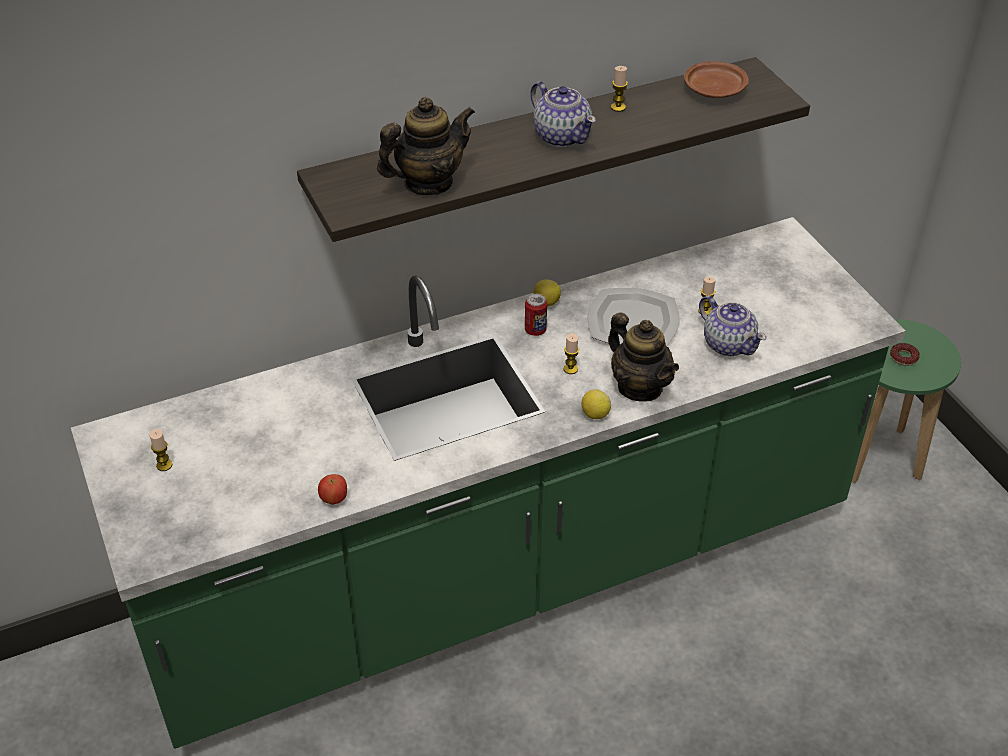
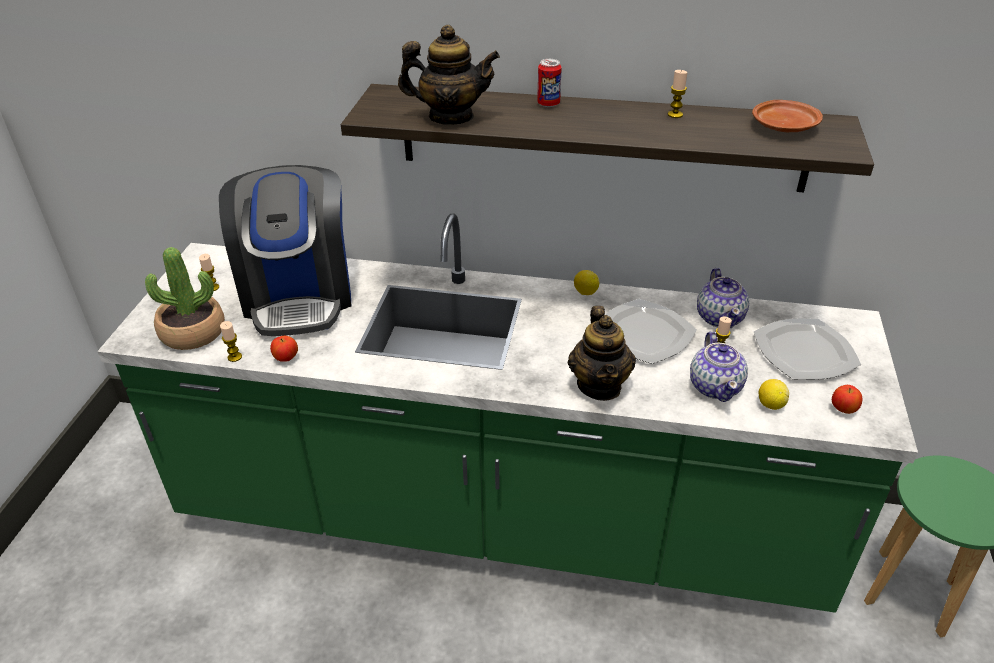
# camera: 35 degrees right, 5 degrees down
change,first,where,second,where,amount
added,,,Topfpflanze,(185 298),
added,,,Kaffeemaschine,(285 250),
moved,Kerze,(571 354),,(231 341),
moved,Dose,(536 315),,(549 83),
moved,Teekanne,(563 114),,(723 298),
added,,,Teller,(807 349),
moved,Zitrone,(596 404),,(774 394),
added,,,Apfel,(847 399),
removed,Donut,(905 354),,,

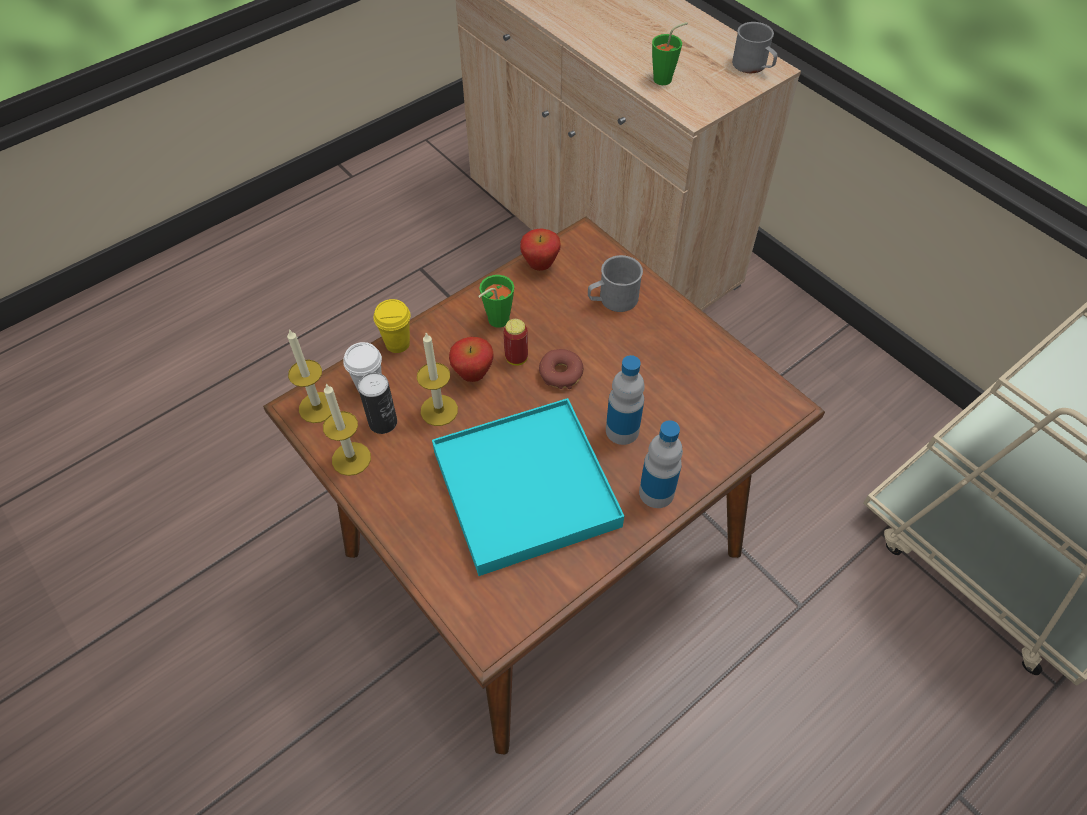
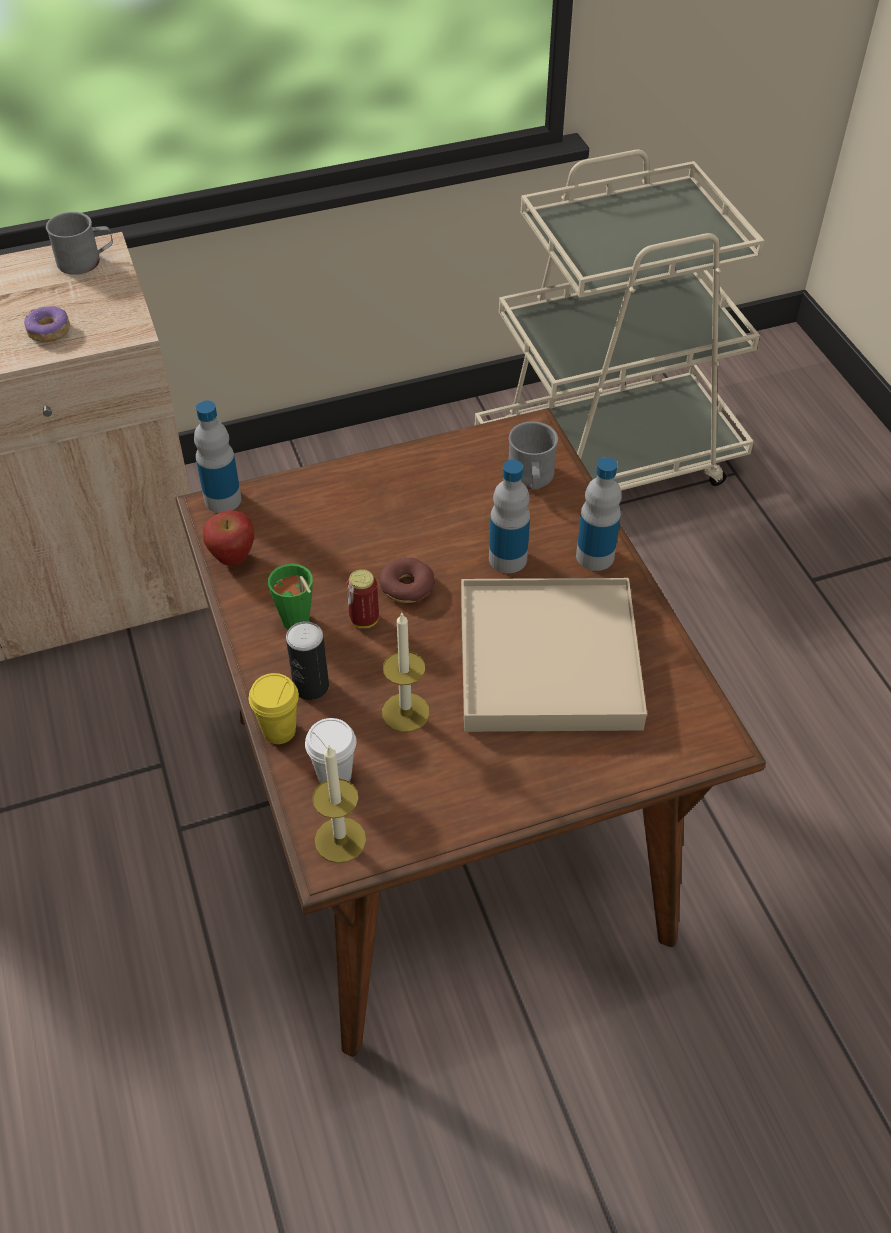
# camera: 70 degrees left, 5 degrees down
change,first,where,second,where,amount
replaced,Tasse (grün),(670 53),Donut,(47 324),
added,,,Flasche,(217 456),
moved,Dose,(377 403),,(307 660),
recoloured,Tablett (türkis),(528 487),Tablett (beige),(554 655),
moved,Henkelbecher (grau),(615 283),,(533 456),
removed,Kerze,(347 429),,,
removed,Apfel,(471 359),,,

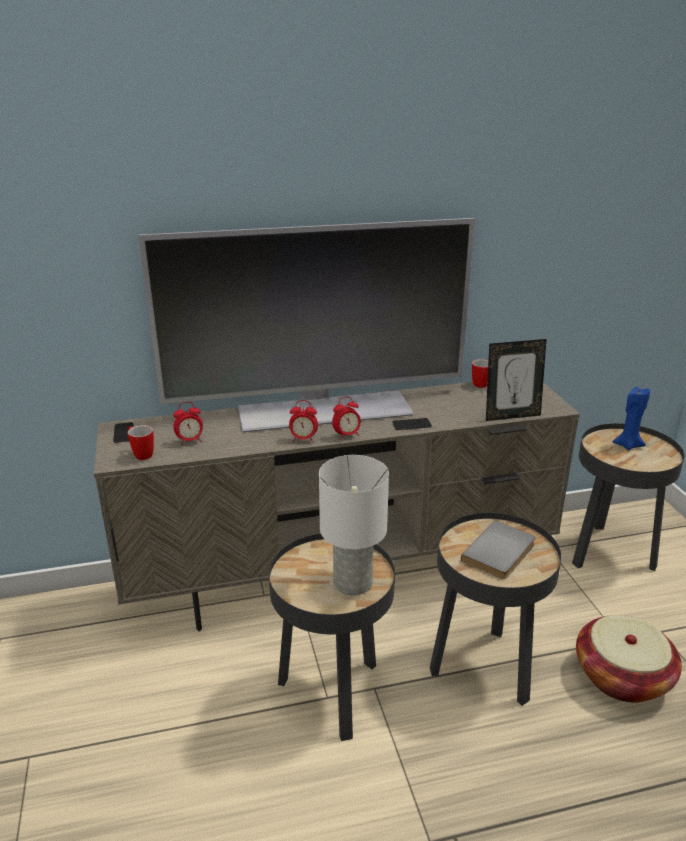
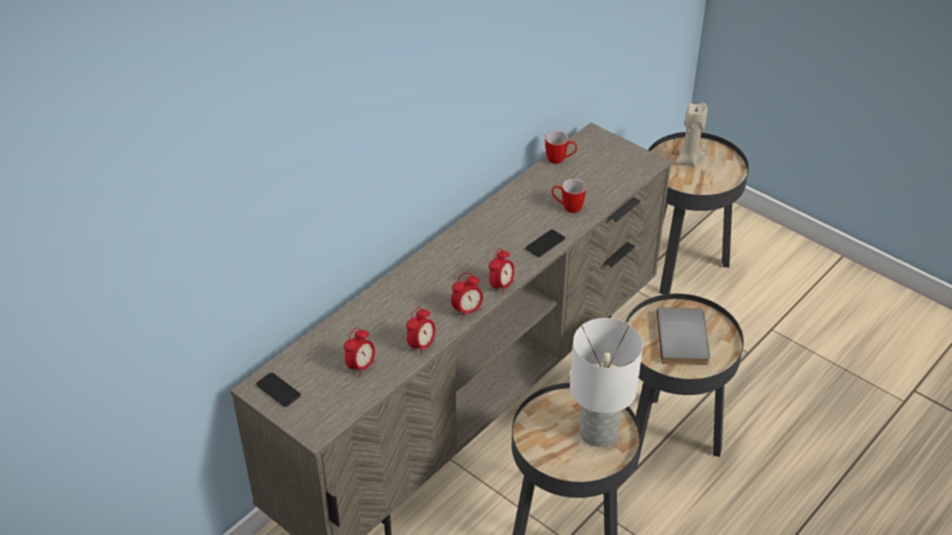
# camera: 35 degrees left, 15 degrees up
change,first,where,second,where,amount
added,,,Wecker,(420 331),
moved,Henkelbecher,(141 442),,(569 196),
recoloured,Kerze (blau),(631 418),Kerze (beige),(691 135),
removed,Fernseher,(306 325),,,
removed,Bilderrahmen,(516 380),,,
removed,Korb,(629 659),,,

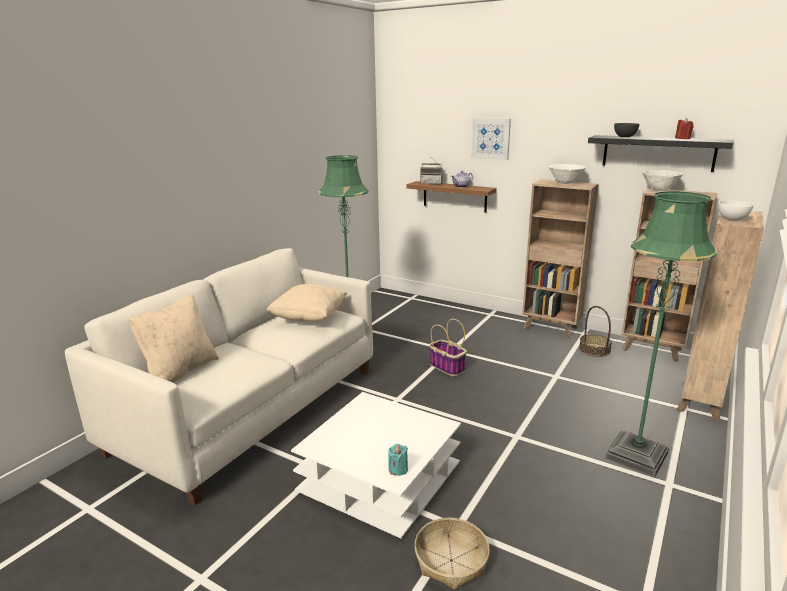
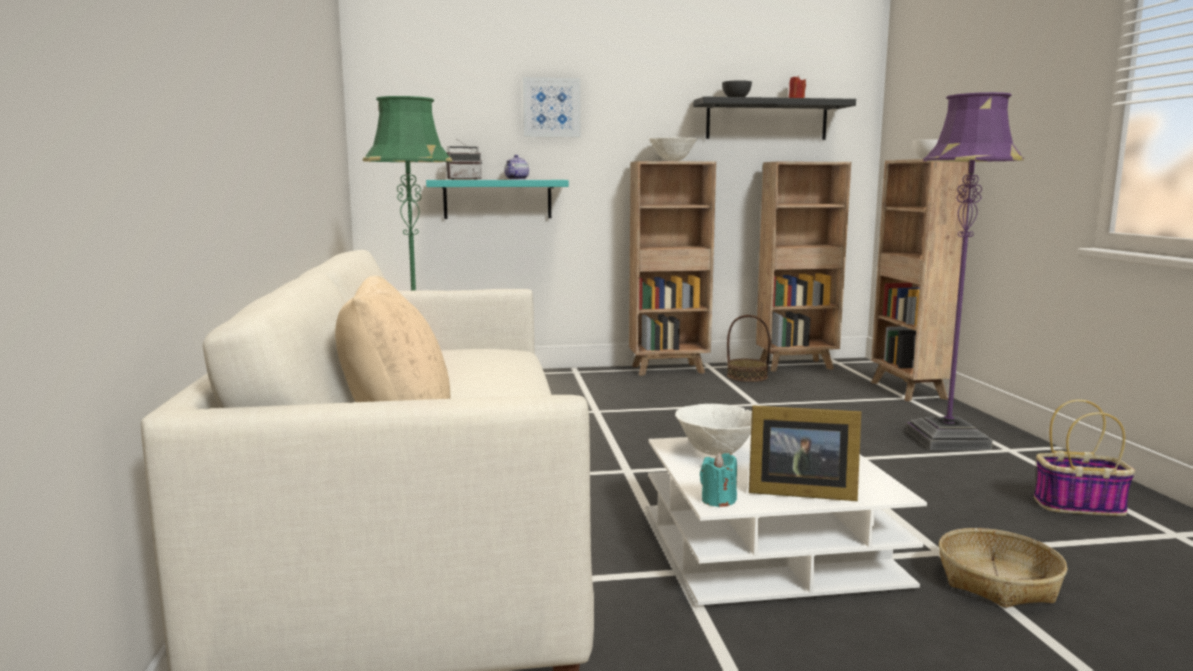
# camera: 40 degrees left, 10 degrees down
change,first,where,second,where,amount
recoloured,Wandregal (braun),(452 196),Wandregal (türkis),(497 199),
moved,Schüssel (weiß),(662 180),,(713 429),
moved,Kerze (türkis),(398 460),,(718 479),
added,,,Bilderrahmen,(805 453),
recoloured,Stehlampe (grün),(661 334),Stehlampe (lila),(965 271),
moved,Korb,(448 347),,(1084 458),
removed,Kissen (beige),(306 303),,,

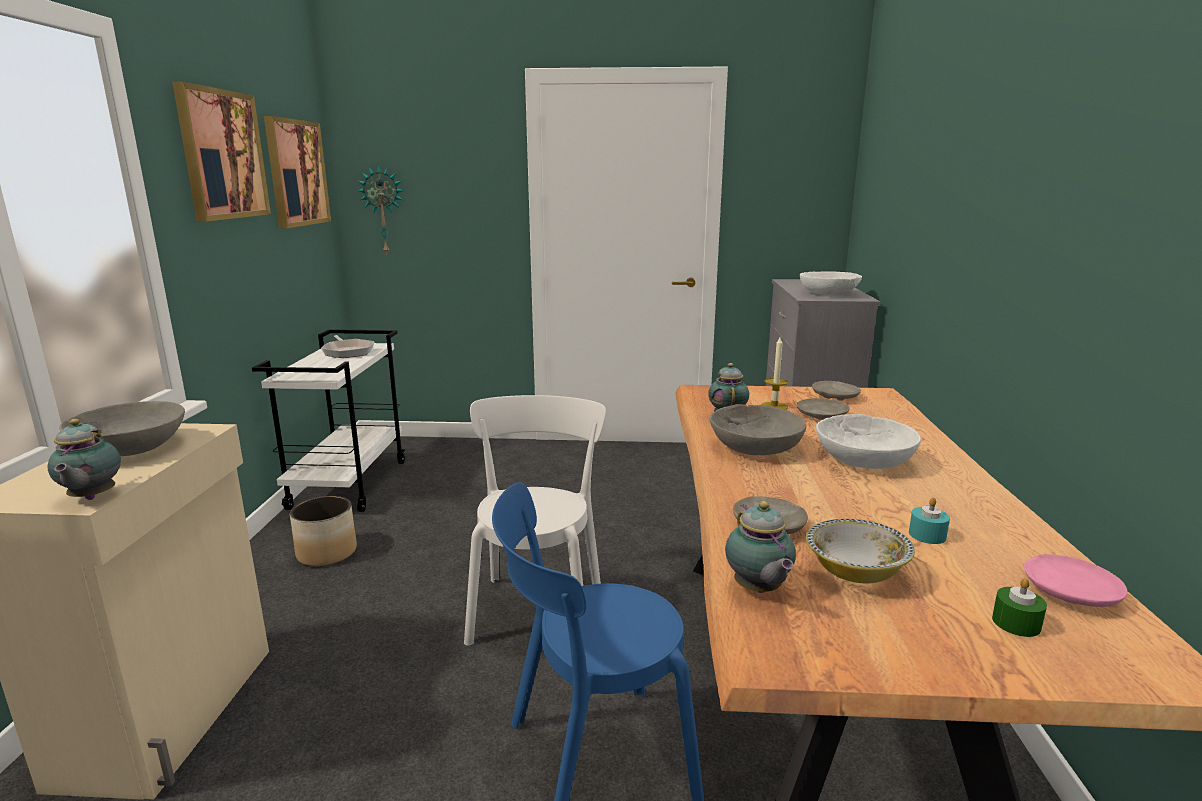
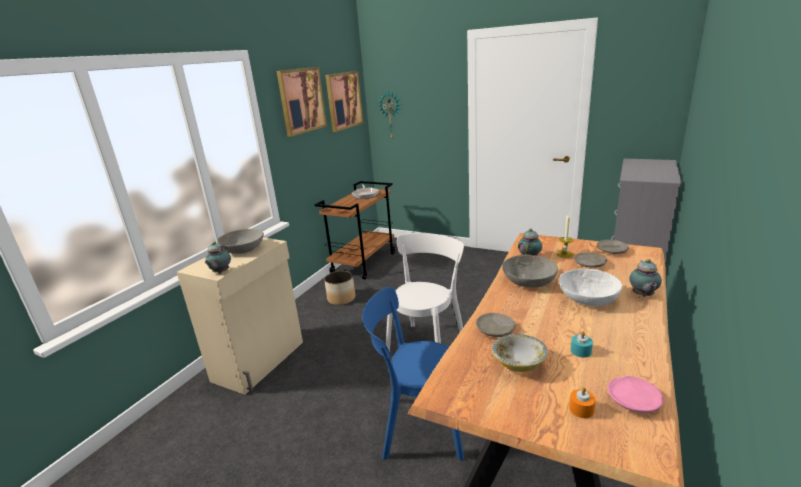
# camera: 25 degrees right, 5 degrees up
change,first,where,second,where,amount
recoloured,Rollwagen (weiß),(328 420),Rollwagen (braun),(354 230),
recoloured,Kerze (grün),(1019 607),Kerze (orange),(582 402),
moved,Teekanne,(760 547),,(645 278),
removed,Schüssel (weiß),(831 283),,,

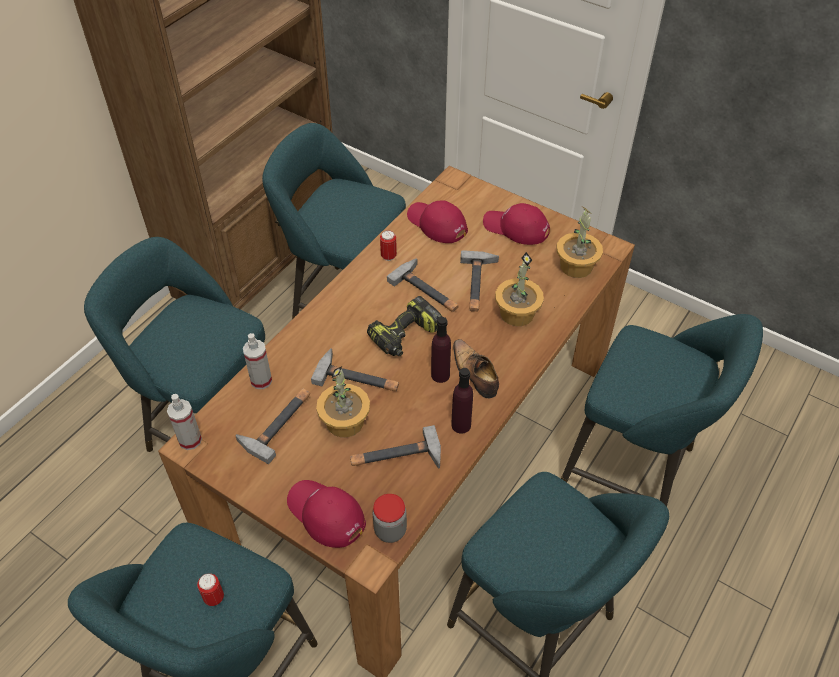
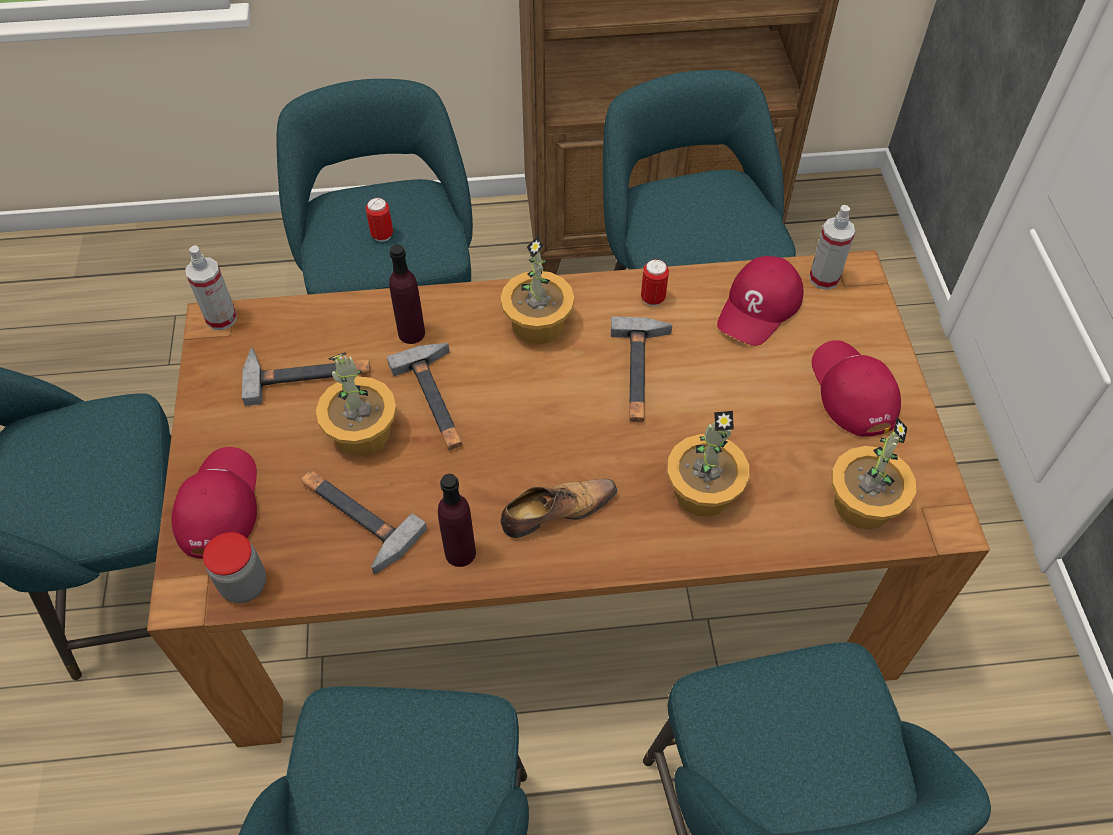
# camera: 50 degrees right, 5 degrees up
change,first,where,second,where,amount
moved,Dose,(210 589),,(379 220),
moved,Flasche (lila),(441 350),,(407 294),
added,,,Topfpflanze,(537 290),
turned,Schuh,(476 368),,(559 508),45 degrees clockwise
turned,Kappe (rot),(437 221),,(760 301),150 degrees counterclockwise
moved,Sprühflasche,(257 361),,(832 247),
removed,Bohrmaschine,(404 326),,,
removed,Hammer,(479 281),,,

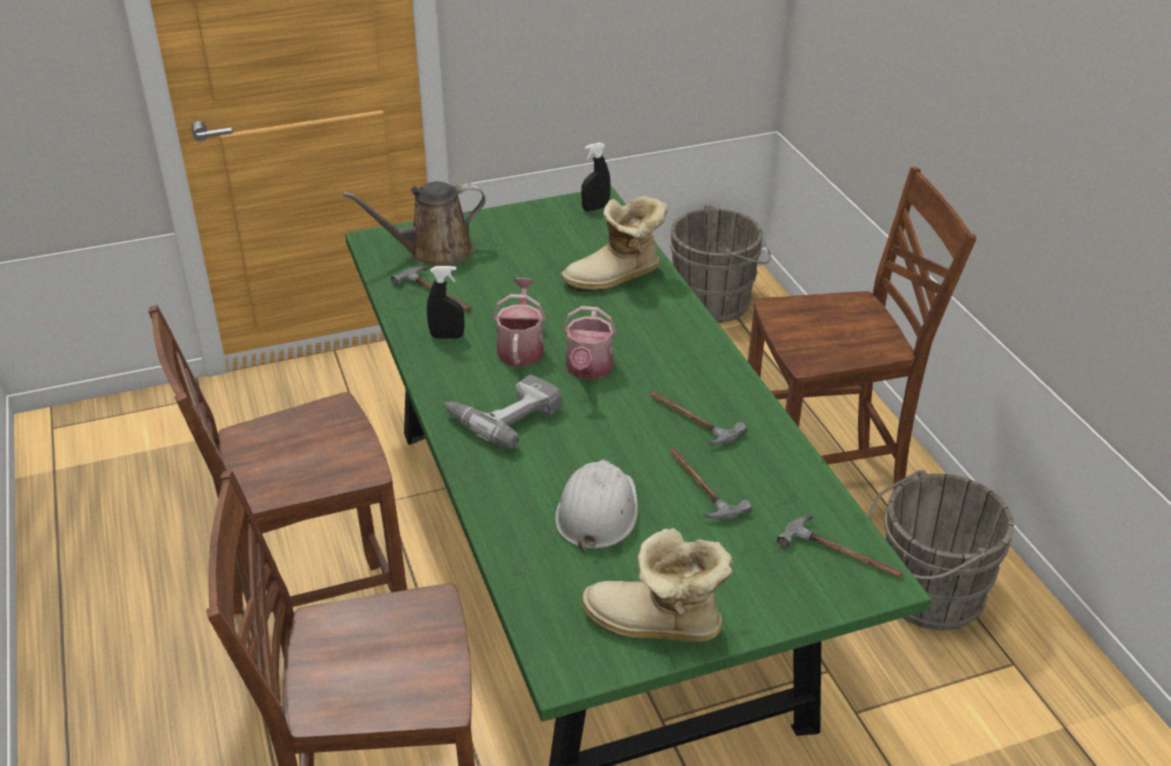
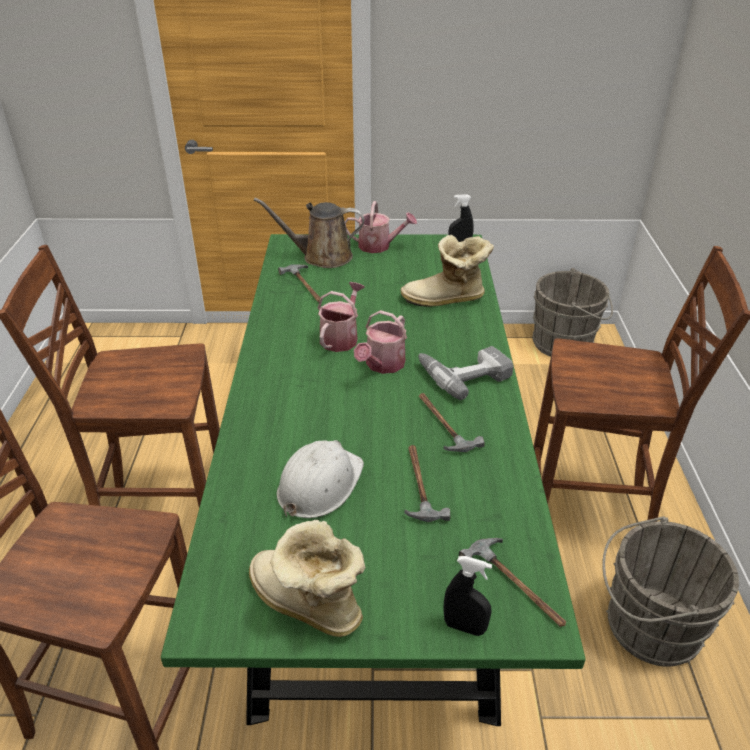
# camera: 20 degrees right, 0 degrees up
change,first,where,second,where,amount
added,,,Gießkanne,(381 227),
moved,Bohrmaschine,(503 412),,(465 373),
moved,Sprühflasche (schwarz),(446 302),,(468 596),

